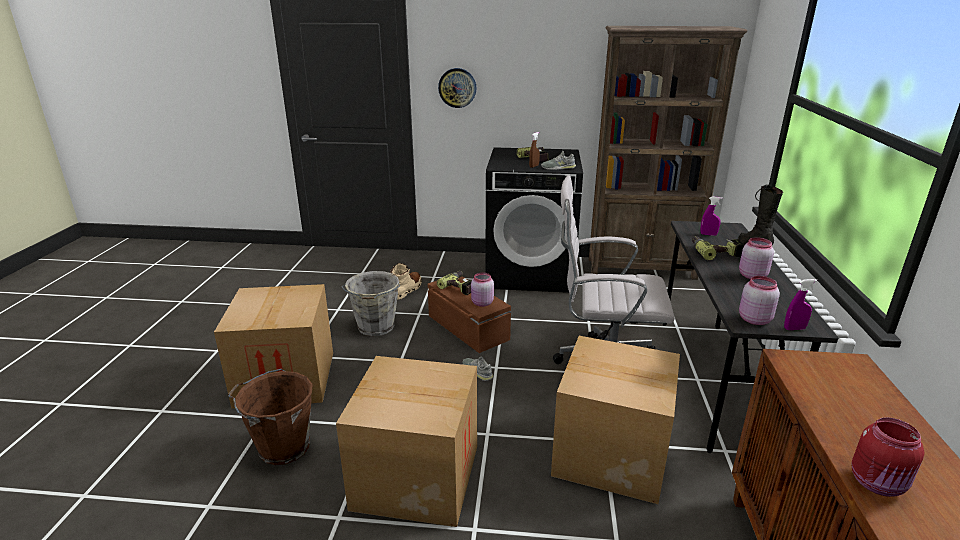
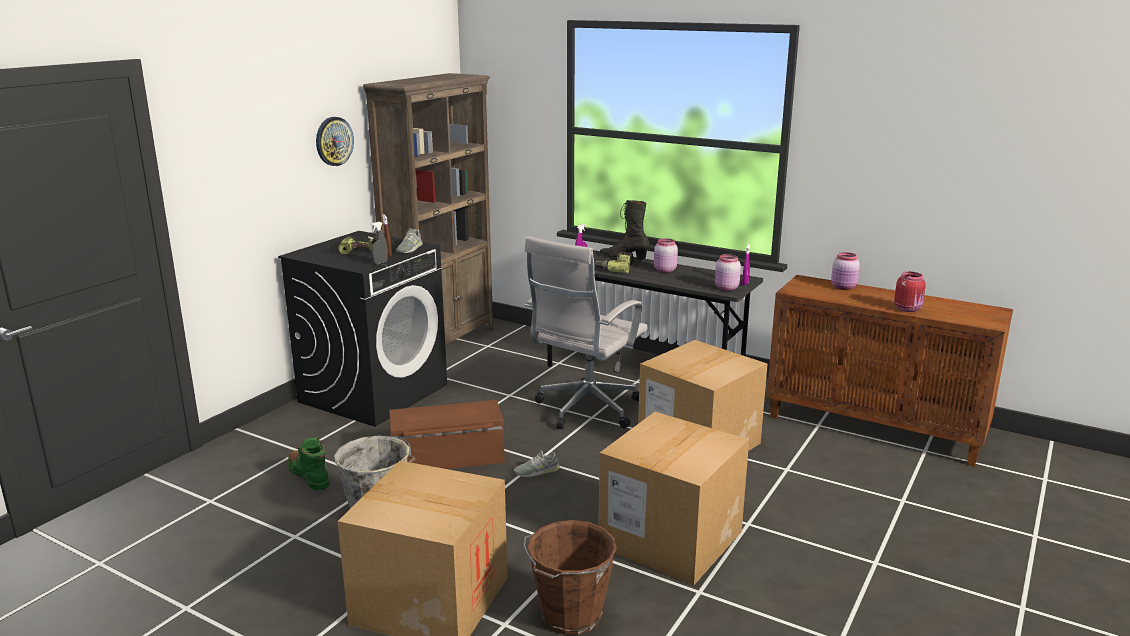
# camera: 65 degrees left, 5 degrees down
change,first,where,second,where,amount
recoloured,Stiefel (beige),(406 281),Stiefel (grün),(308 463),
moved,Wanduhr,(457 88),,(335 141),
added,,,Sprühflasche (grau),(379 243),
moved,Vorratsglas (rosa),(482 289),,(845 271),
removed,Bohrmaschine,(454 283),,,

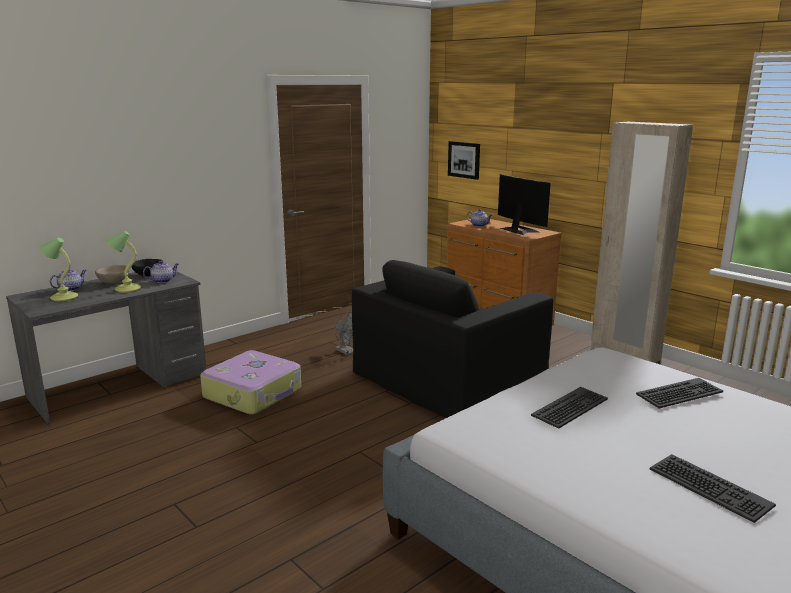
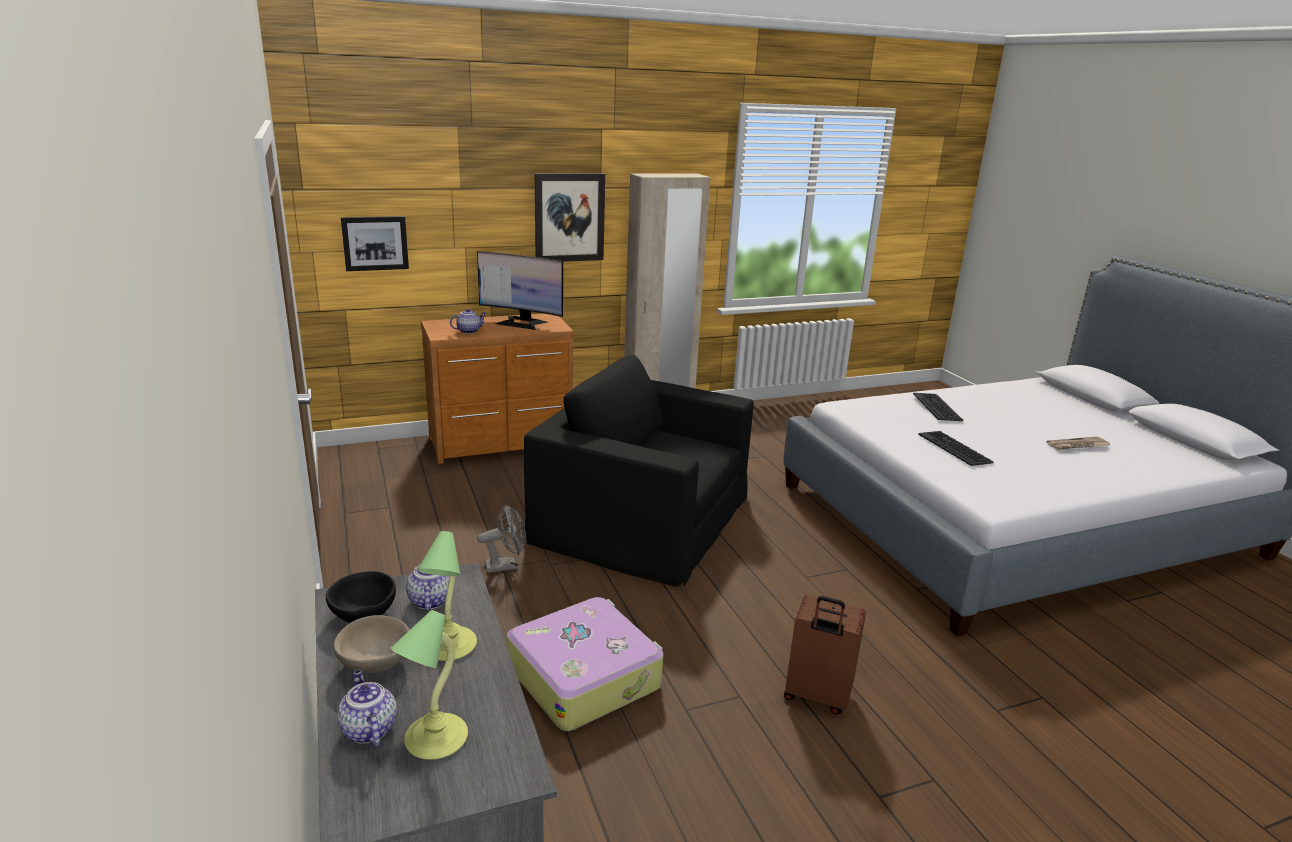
# camera: 70 degrees left, 5 degrees up
change,first,where,second,where,amount
turned,Monitor,(524 204),,(520 290),150 degrees counterclockwise
turned,Sessel (schwarz),(453 339),,(639 471),135 degrees clockwise
added,,,Bild,(570 217),
added,,,Koffer (braun),(825 654),
replaced,Tastatur,(712 488),Zeitung,(1078 443),

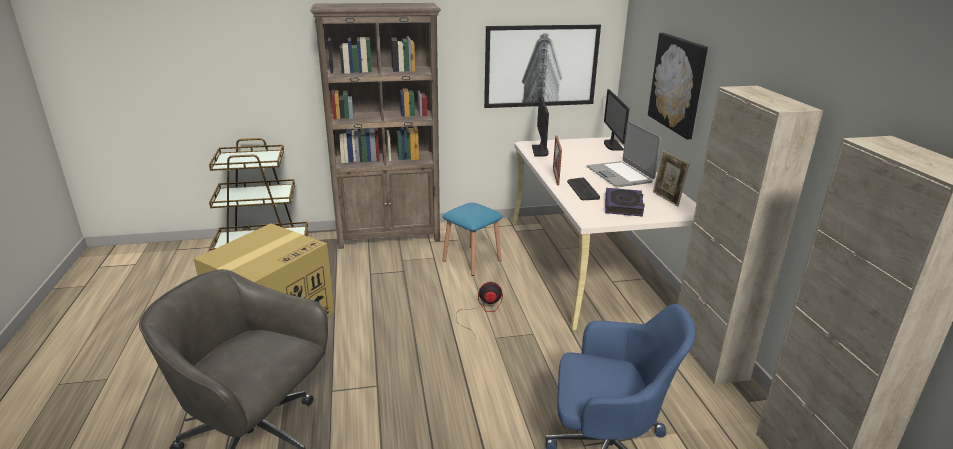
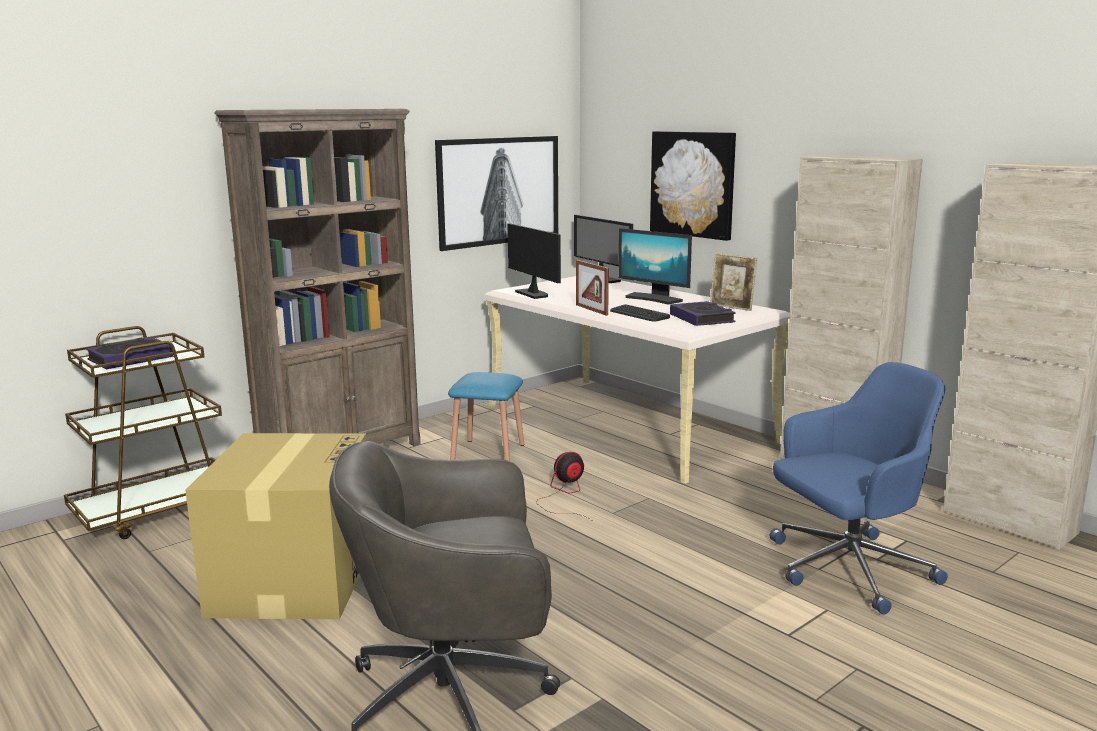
# camera: 30 degrees left, 10 degrees down
change,first,where,second,where,amount
added,,,Buch,(129 353),
replaced,Laptop,(624 154),Monitor,(655 266),

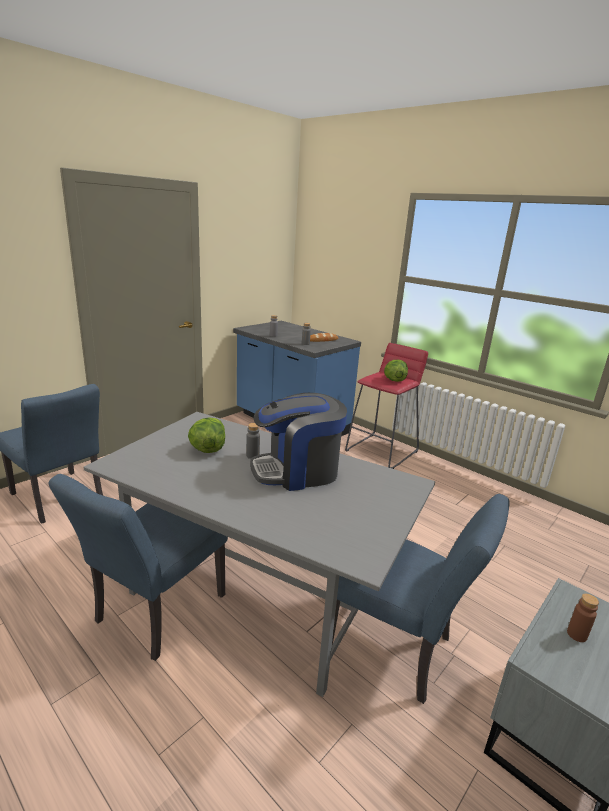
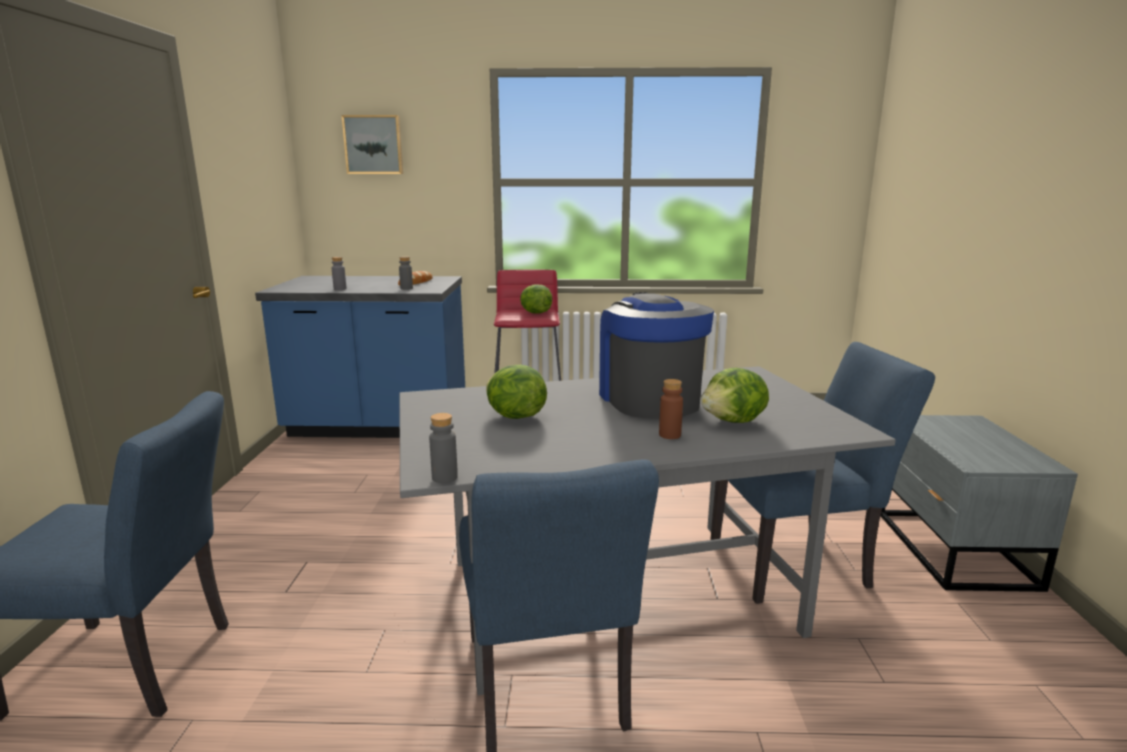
# camera: 40 degrees left, 5 degrees down
change,first,where,second,where,amount
added,,,Bild,(372 144),
moved,Flasche (grau),(253 441),,(443 448),
turned,Kaffeemaschine,(298 442),,(656 355),135 degrees clockwise
moved,Flasche (braun),(583 617),,(671 409),
added,,,Salatkopf,(735 395),

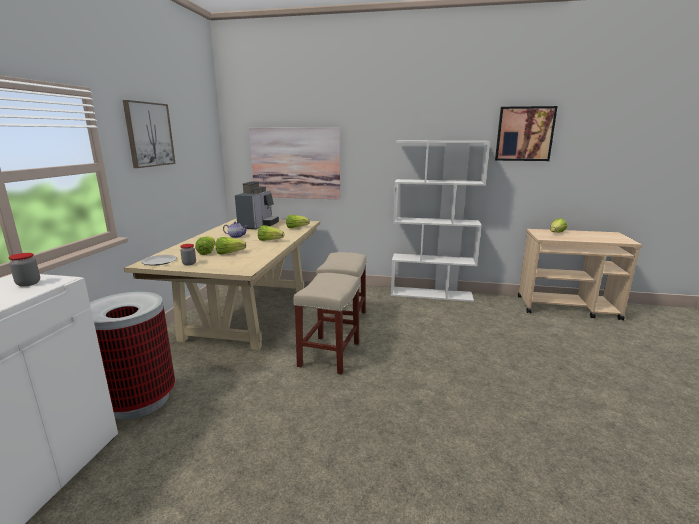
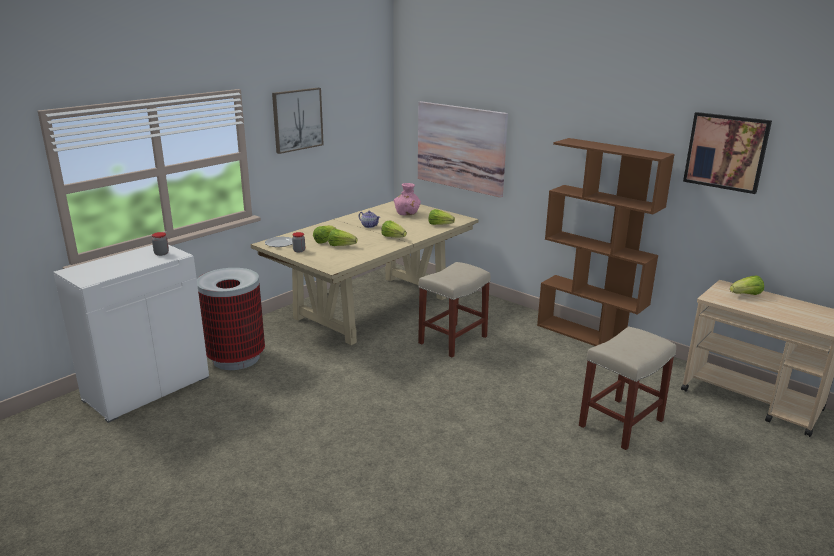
# camera: 30 degrees right, 5 degrees up
change,first,where,second,where,amount
replaced,Kaffeemaschine,(257 205),Vase (rosa),(407 199),
recoloured,Bücherregal (weiß),(440 221),Bücherregal (braun),(606 242),
moved,Hocker (beige),(327 324),,(627 388),

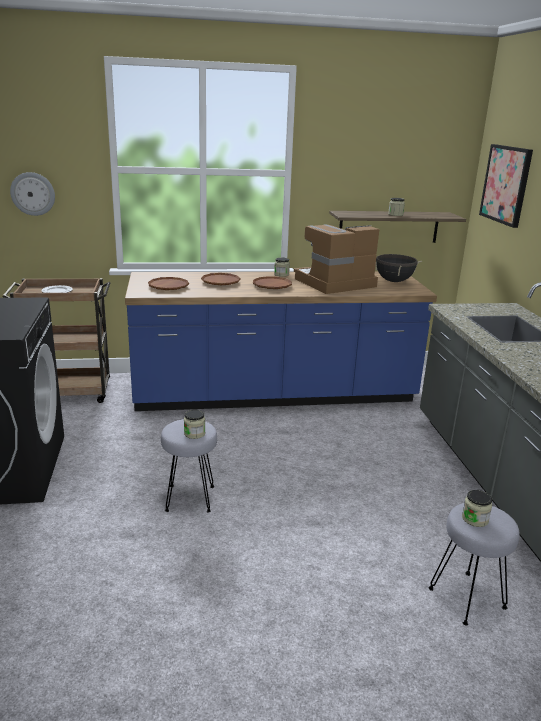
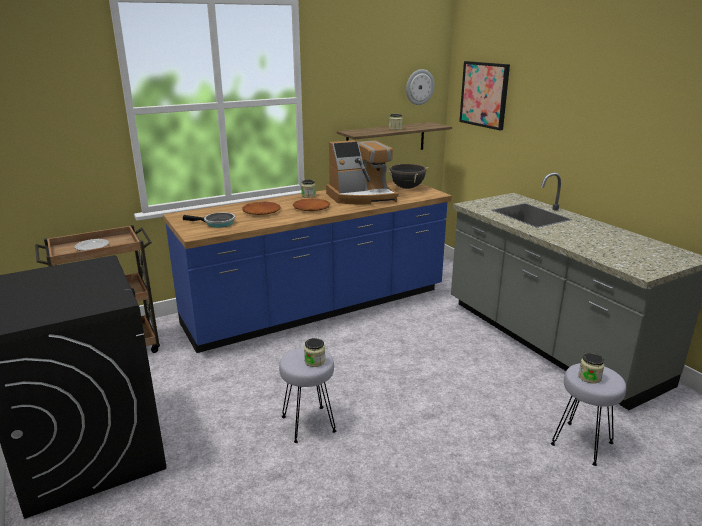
# camera: 20 degrees left, 0 degrees up
change,first,where,second,where,amount
replaced,Teller (braun),(168 283),Pfanne,(209 220),
turned,Kaffeemaschine,(336 259),,(362 172),150 degrees counterclockwise
moved,Wanduhr,(32 194),,(420 87),

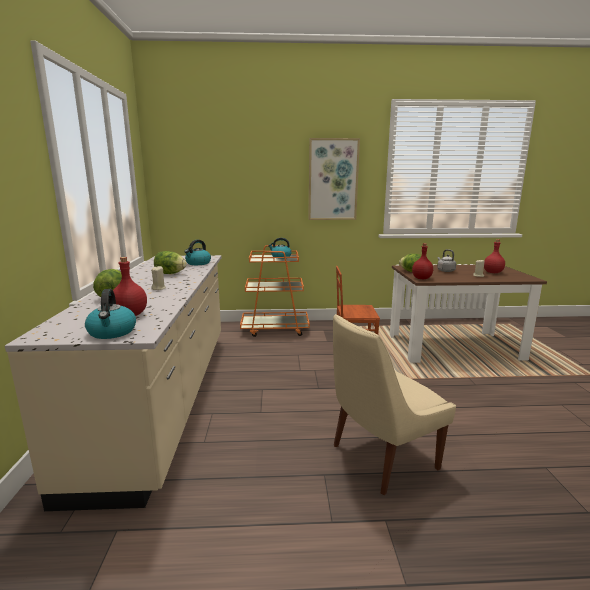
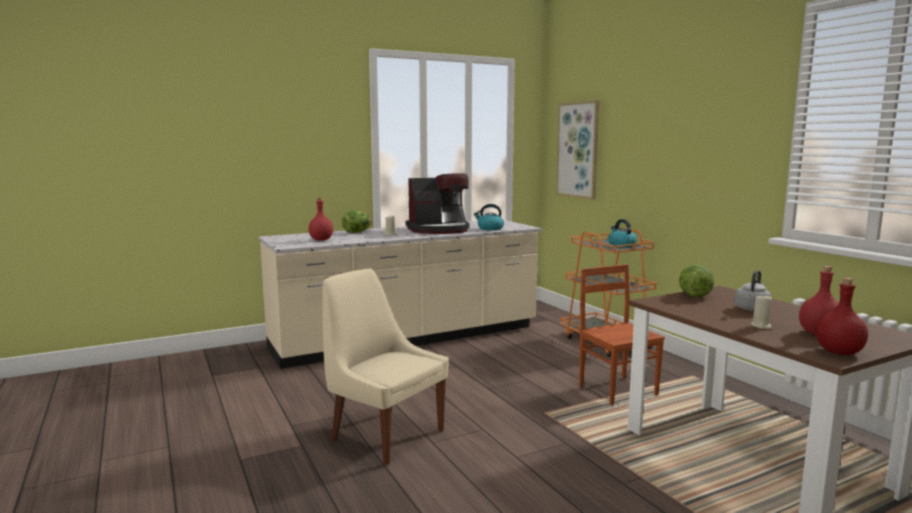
# camera: 65 degrees right, 5 degrees down
change,first,where,second,where,amount
replaced,Salatkopf,(170 262),Kaffeemaschine,(438 203),
moved,Bild,(334 179),,(577 149),
moved,Flasche (rot),(422 261),,(842 316),
removed,Wasserkessel,(110 314),,,

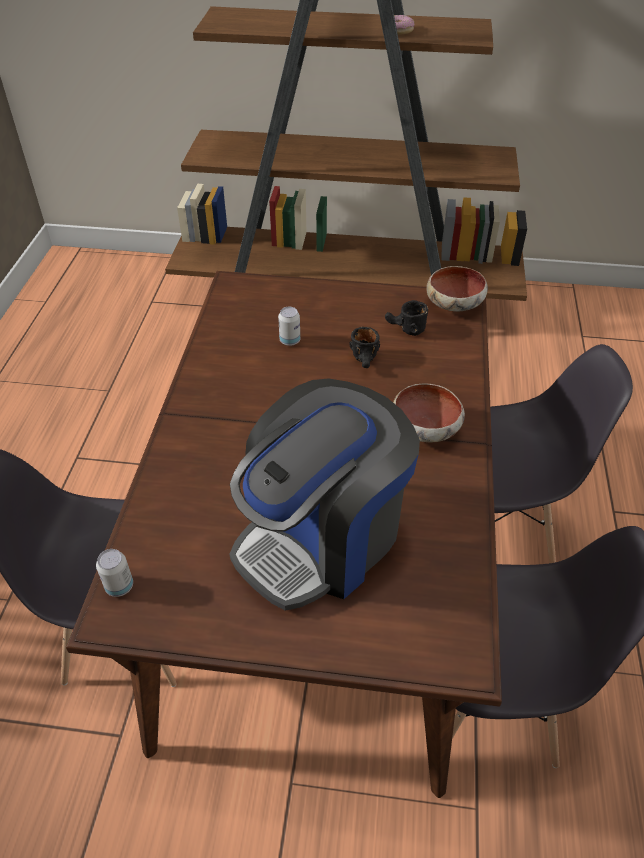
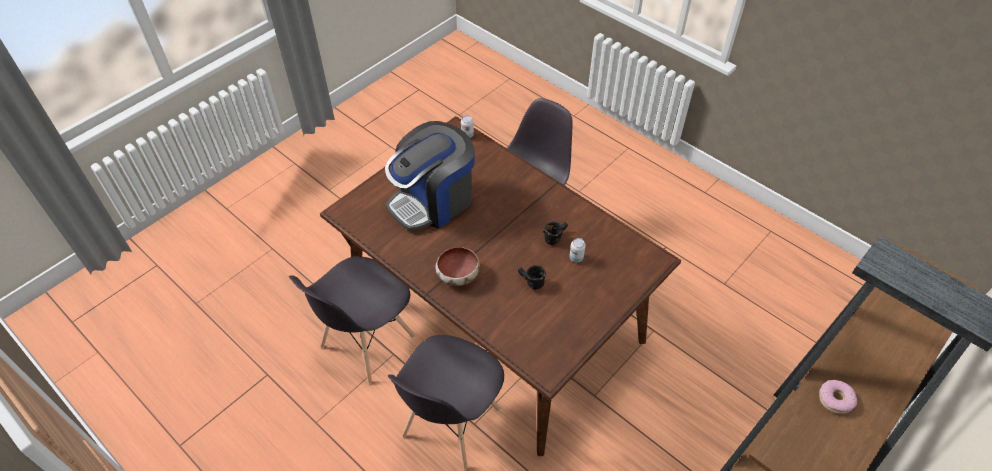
# camera: 125 degrees right, 5 degrees up
change,first,where,second,where,amount
turned,Kaffeemaschine,(325 494),,(430 176),120 degrees counterclockwise
moved,Henkelbecher (schwarz),(406 318),,(555 233),
removed,Schüssel,(457 289),,,

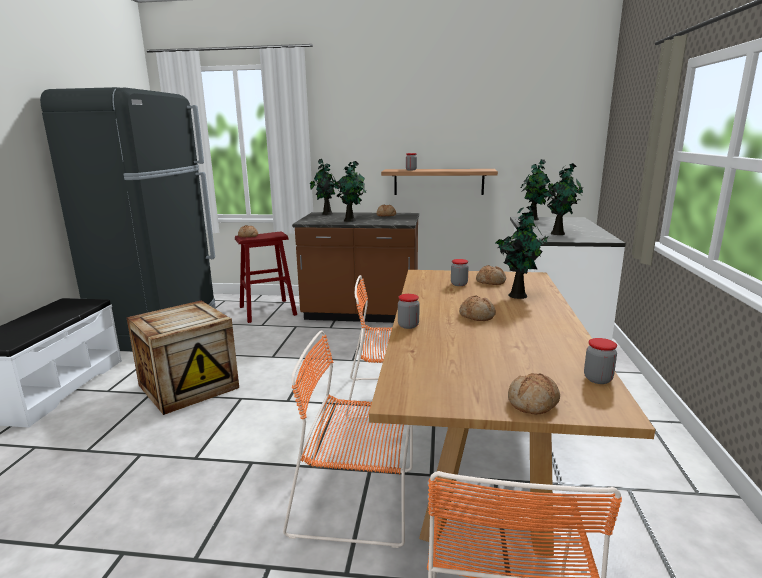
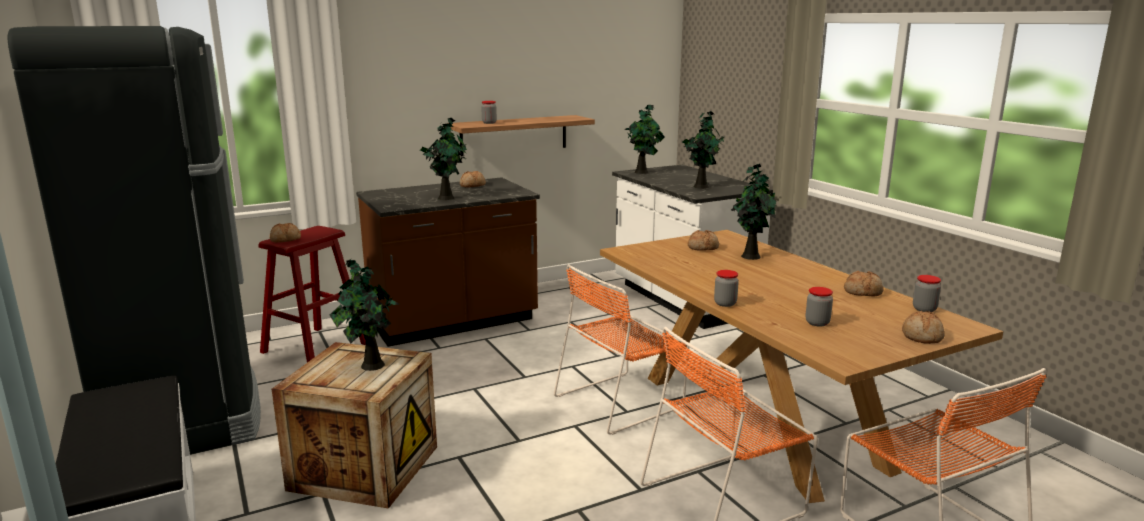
# camera: 35 degrees left, 0 degrees up
change,first,where,second,where,amount
moved,Topfpflanze,(324 187),,(364 314),
moved,Vorratsglas,(460 272),,(819 306),
moved,Brot,(477 308),,(864 283),

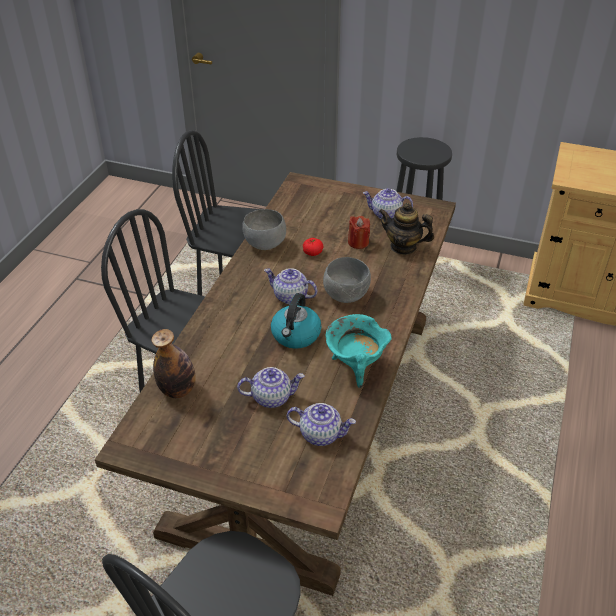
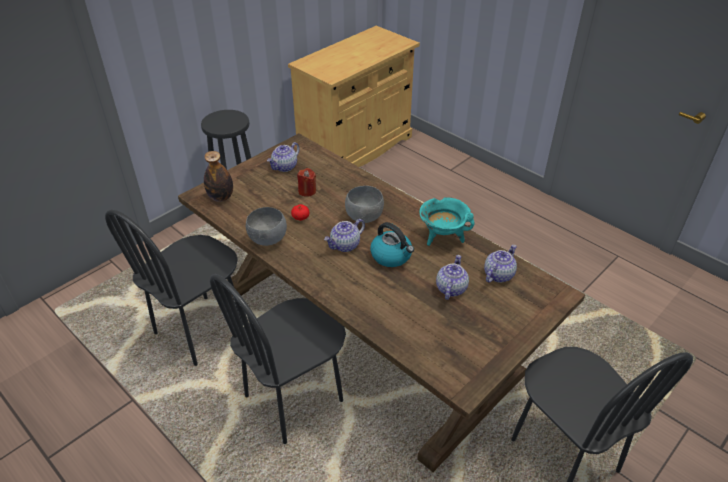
# camera: 65 degrees left, 0 degrees up
change,first,where,second,where,amount
moved,Flasche,(174 363),,(218 176),
removed,Teekanne,(406 229),,,

